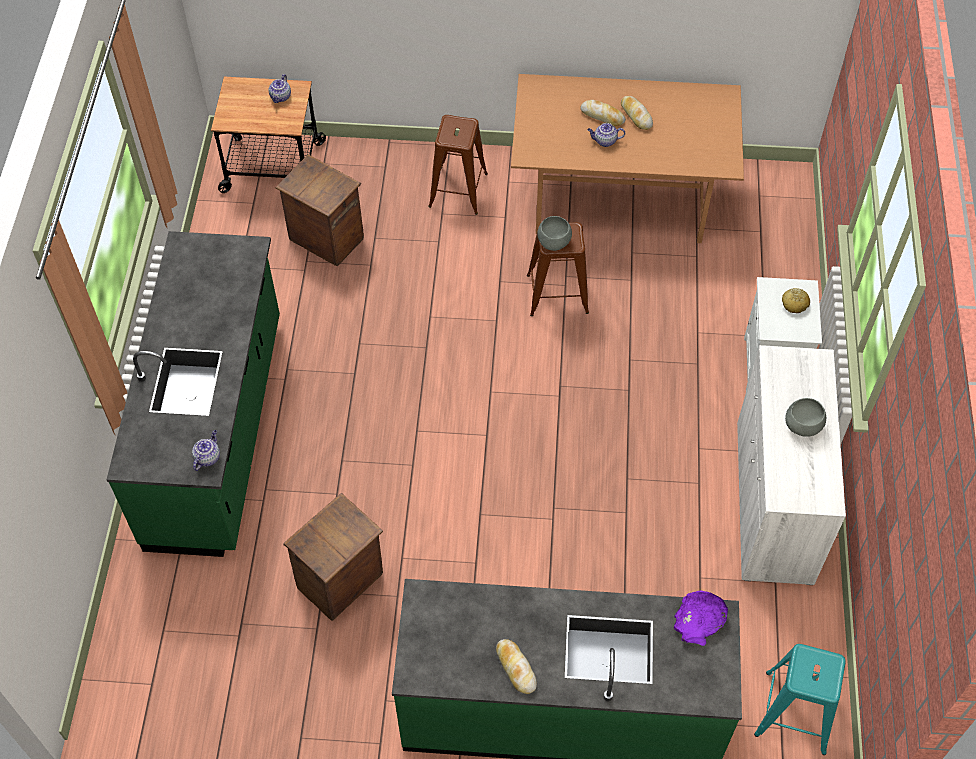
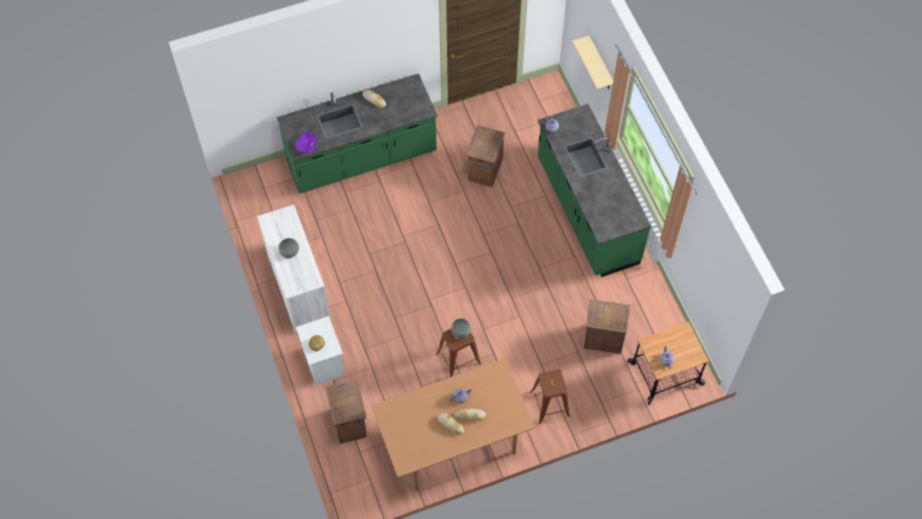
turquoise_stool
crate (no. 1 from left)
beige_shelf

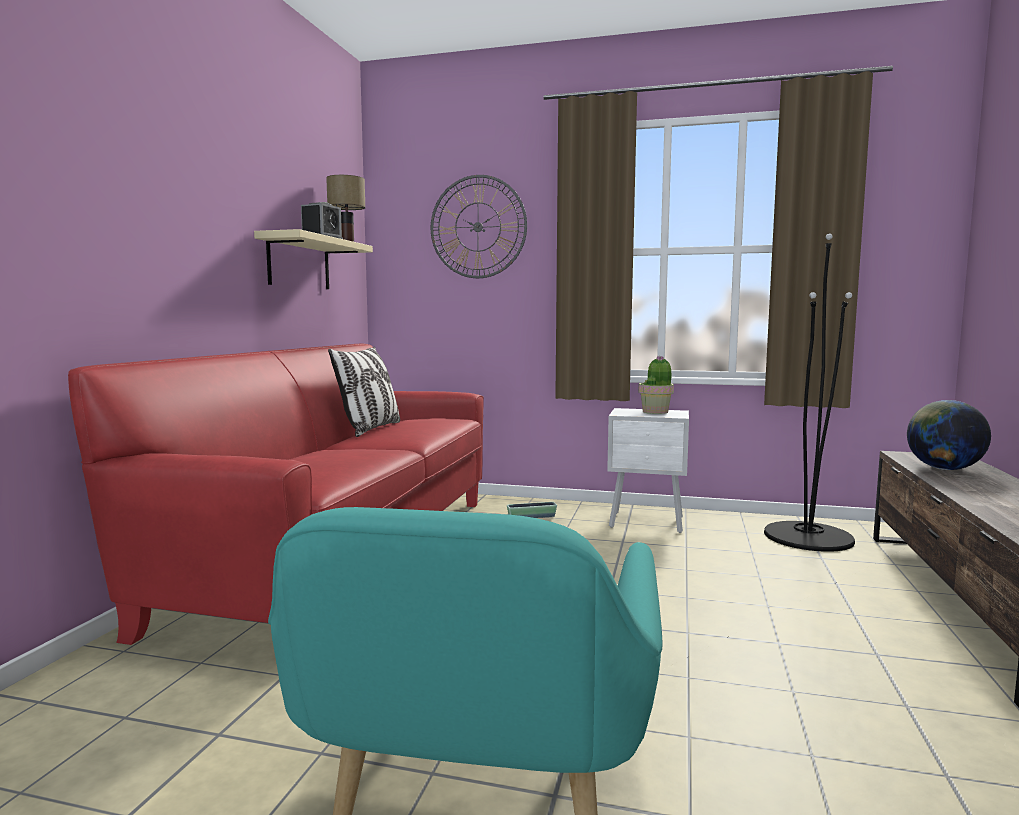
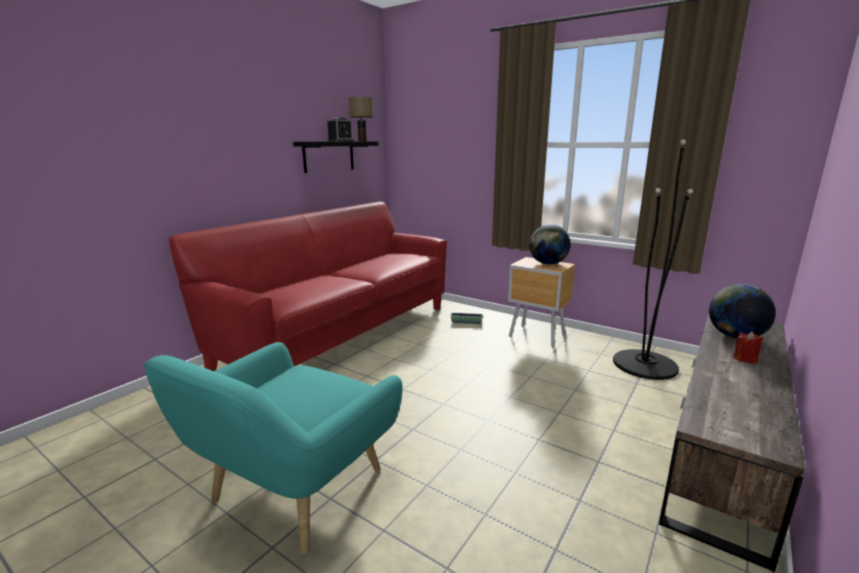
black_shelf
pillow
wall_clock
brown_nightstand
globe (no. 1 from left)
red_candle

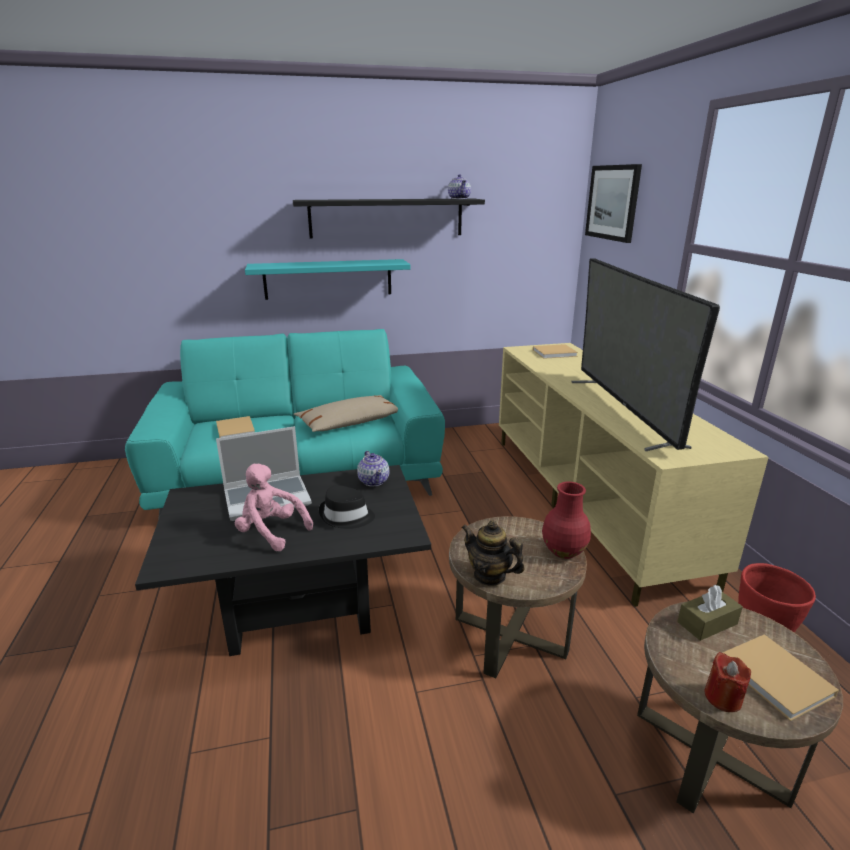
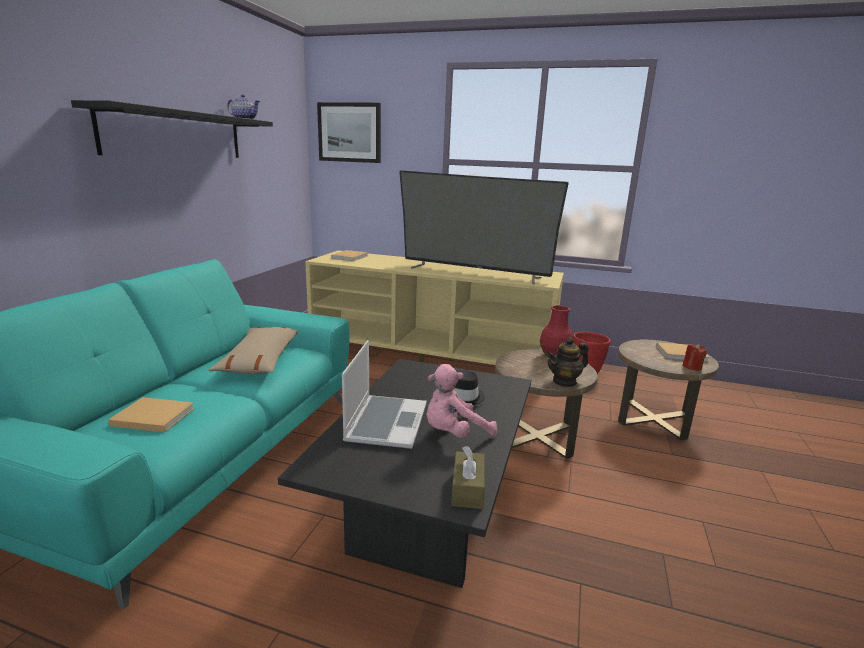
turquoise_shelf
teapot (no. 1 from left in the first image)
brown_tissue_box

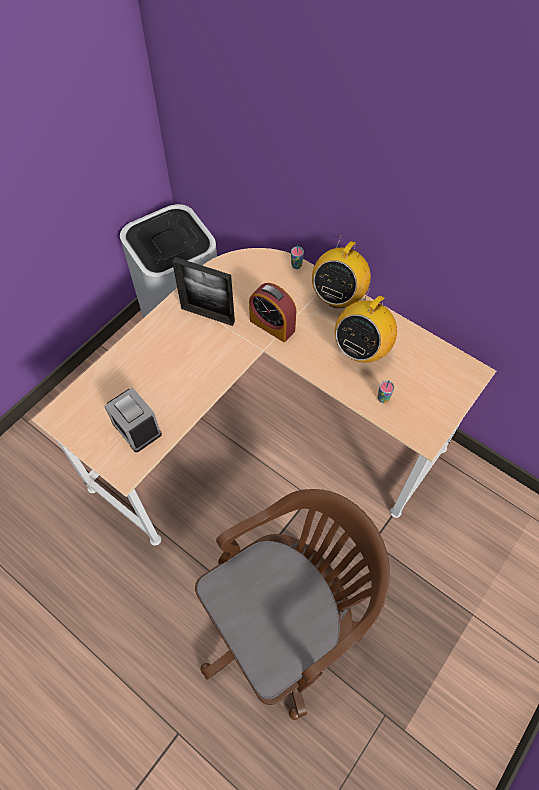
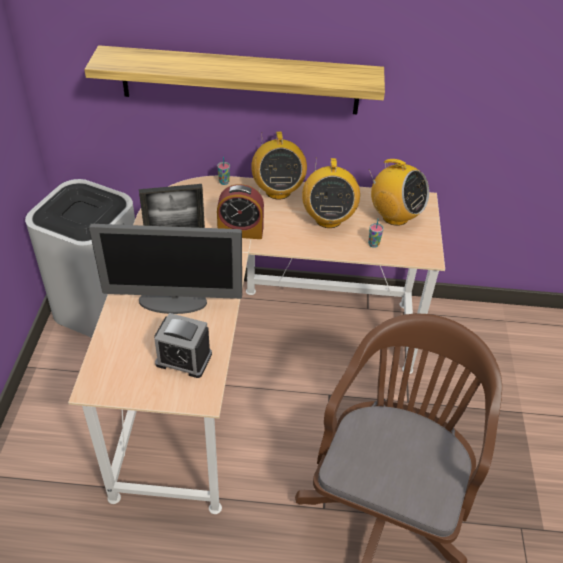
shelf
monitor
radio (no. 3 from left)

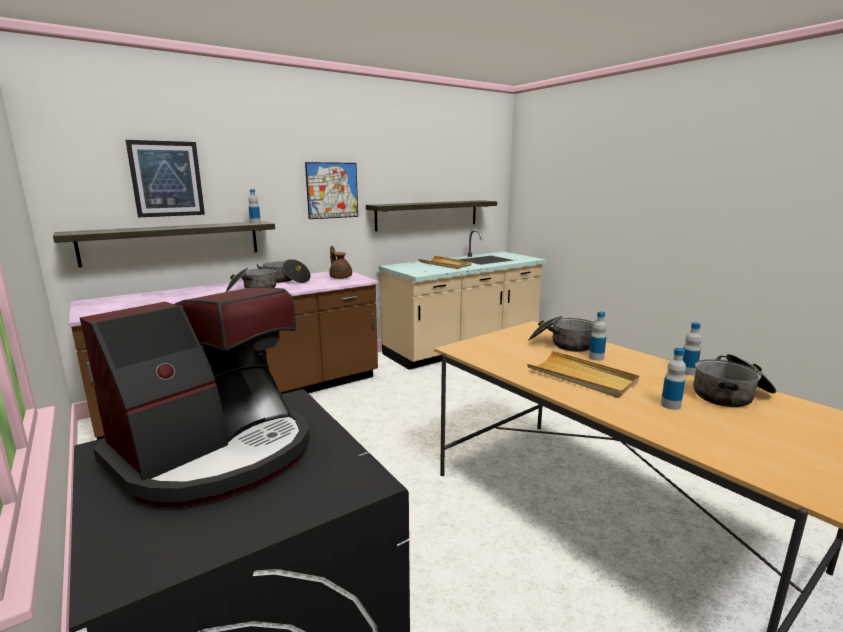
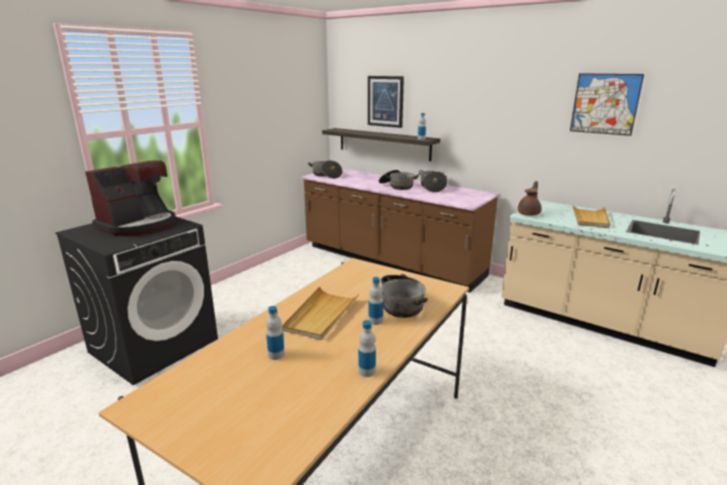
coffee_machine
picture (no. 2 from left)
brown_teapot
shelf (no. 2 from left in the first image)
cooking_pot (no. 1 from left)

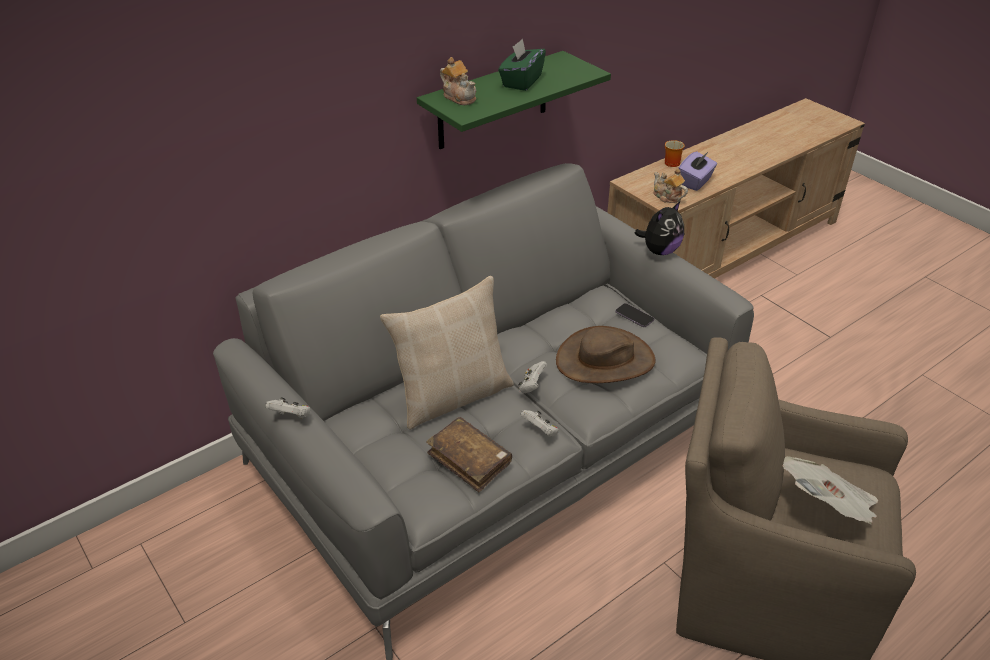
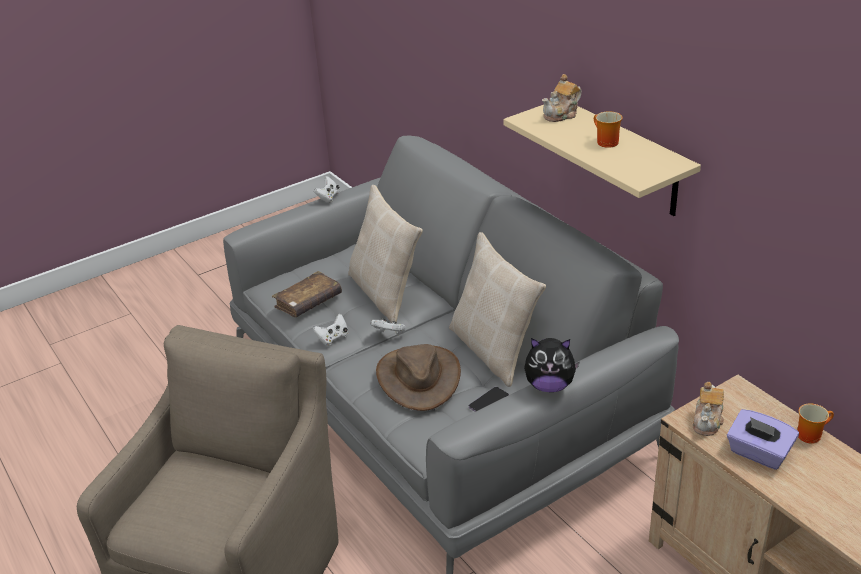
beige_shelf
mug (no. 1 from left)
plush_toy
teapot (no. 2 from left)
newspaper
beige_pillow (no. 2 from left)

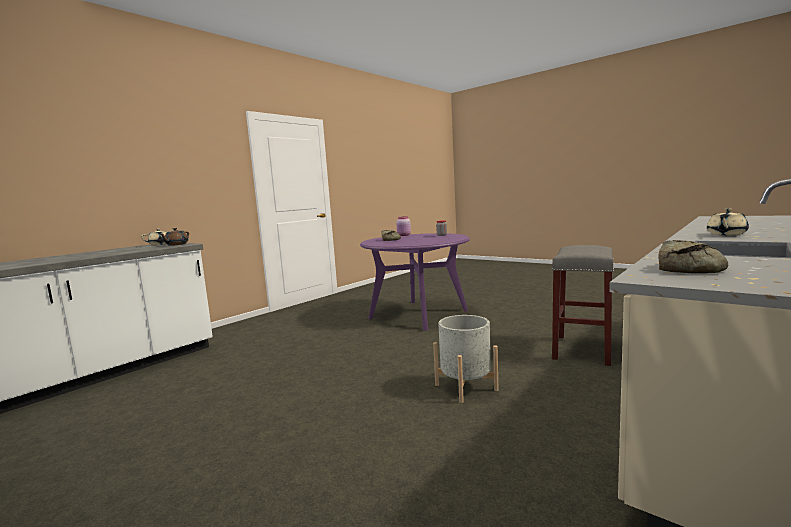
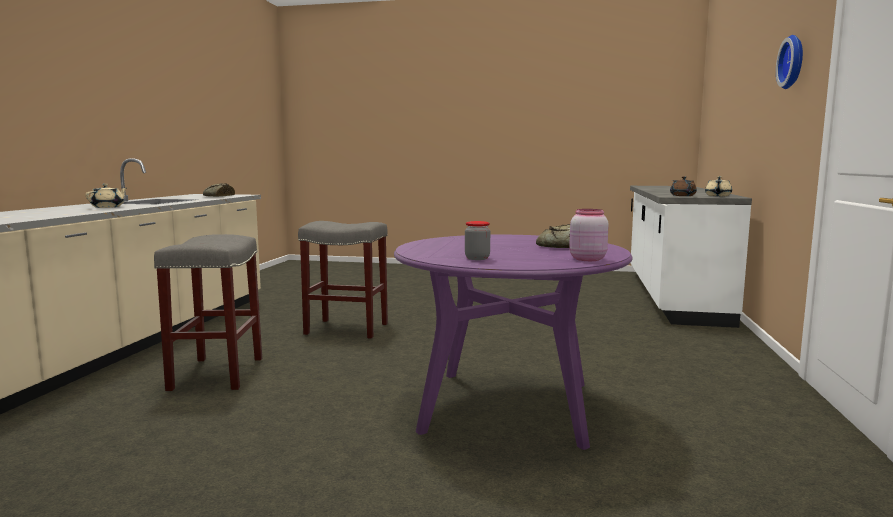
grey_stool (no. 2 from left)
wall_clock

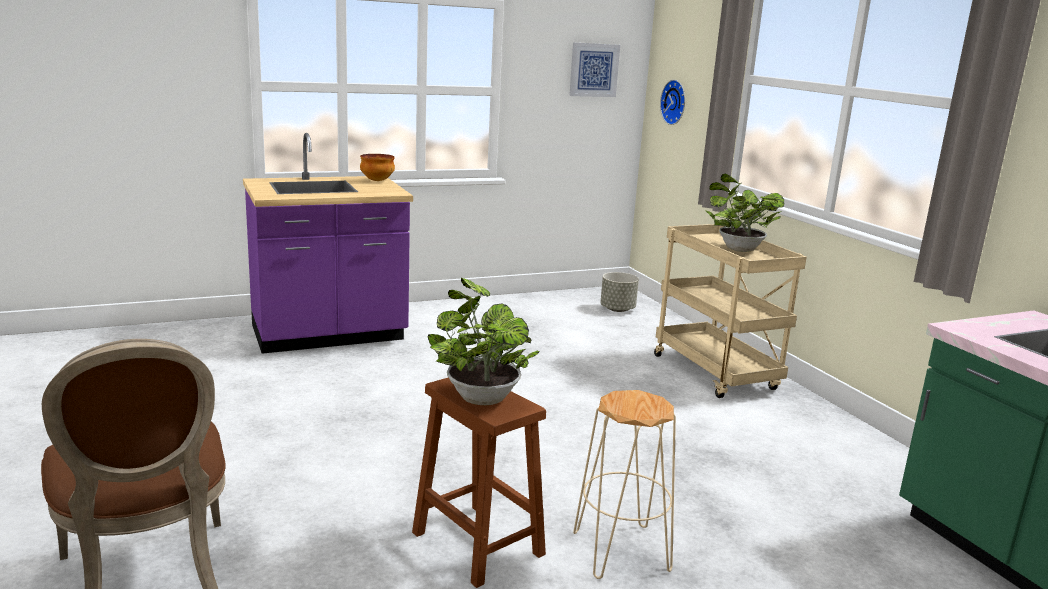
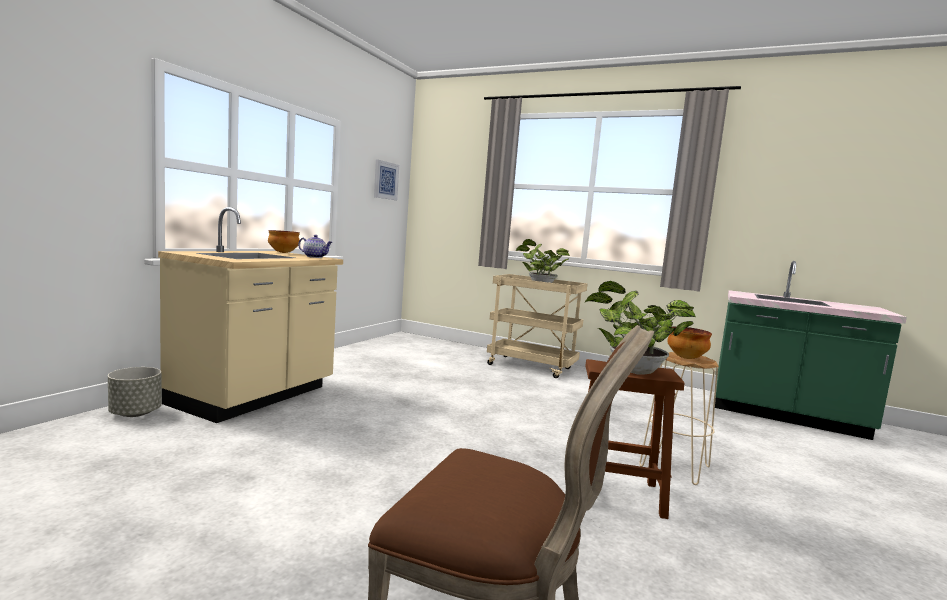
beige_counter
grey_planter
wall_clock
teapot
bowl (no. 2 from left)

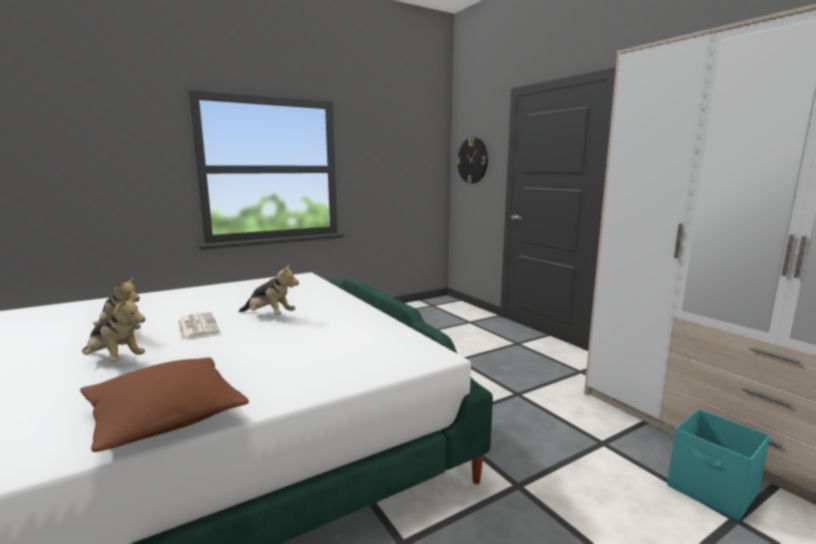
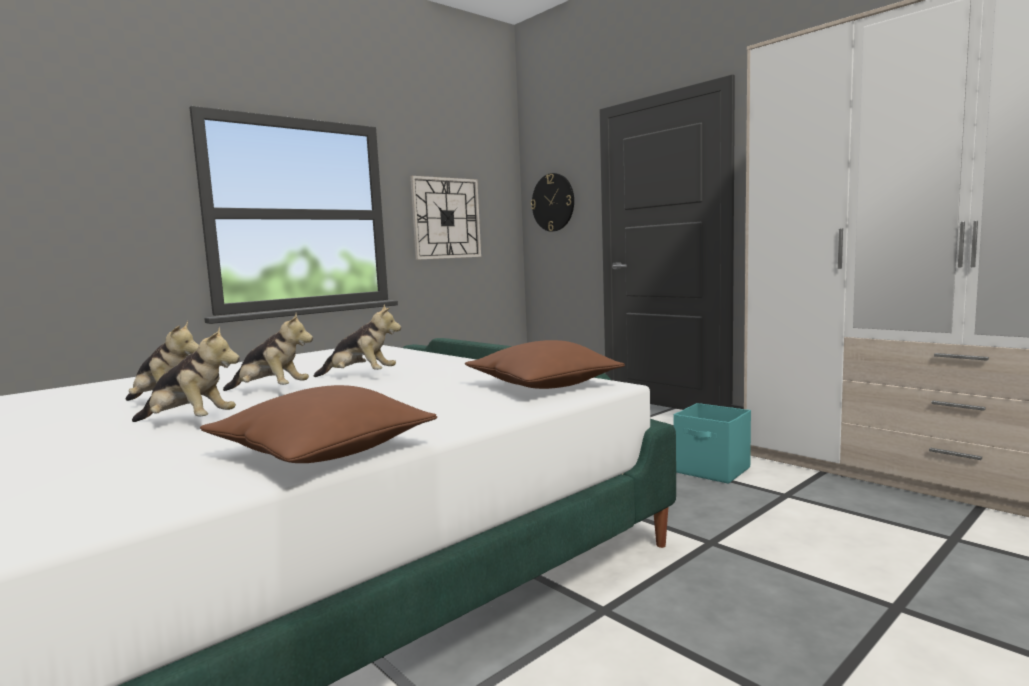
plush_toy (no. 3 from left)
turquoise_storage_box
wall_clock (no. 1 from left)
brown_pillow (no. 2 from left)

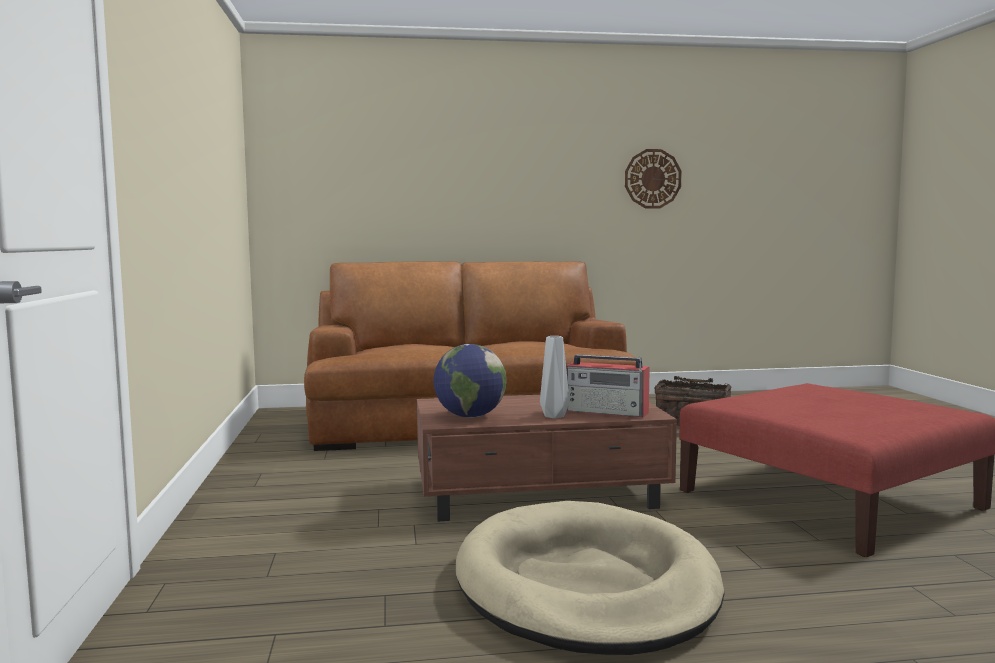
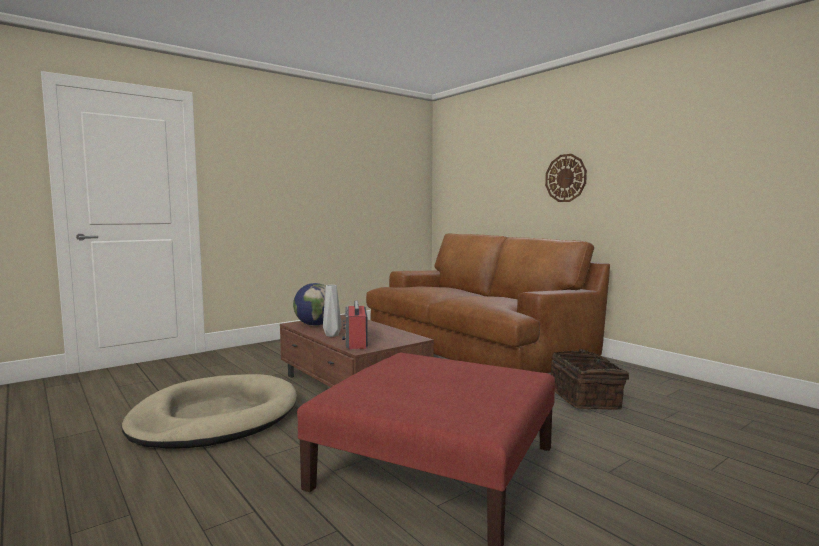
wall_clock

